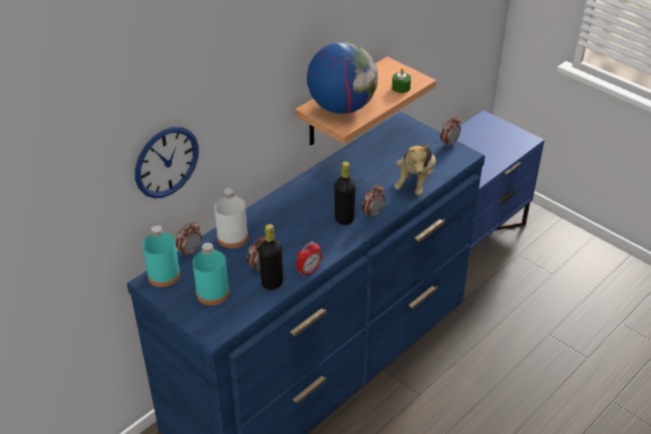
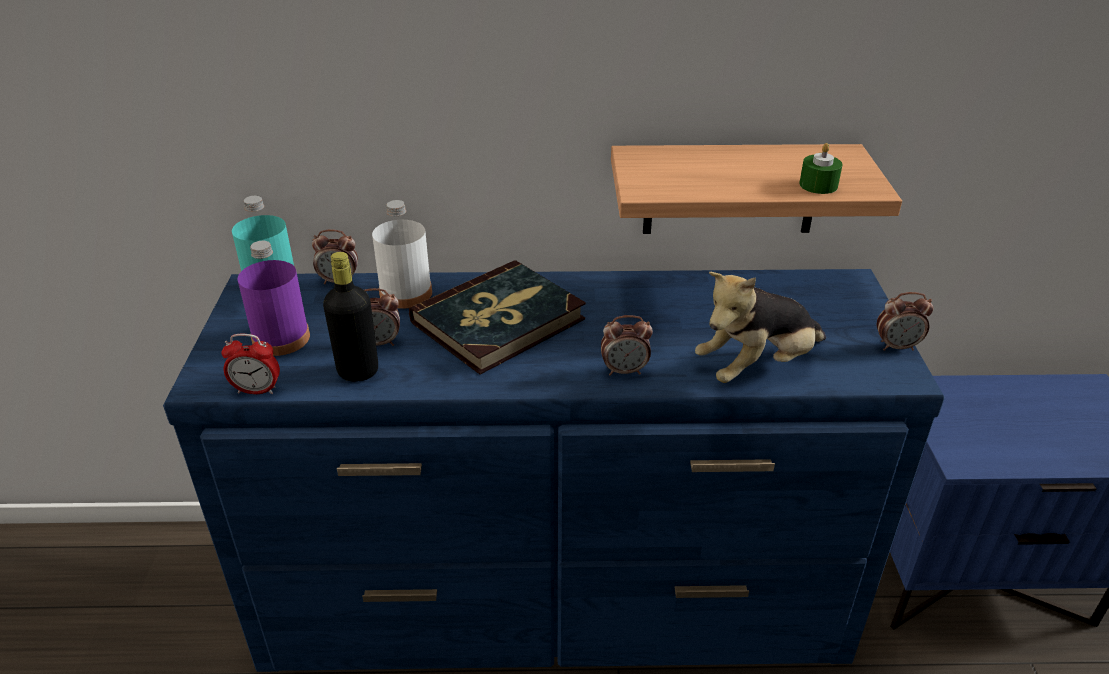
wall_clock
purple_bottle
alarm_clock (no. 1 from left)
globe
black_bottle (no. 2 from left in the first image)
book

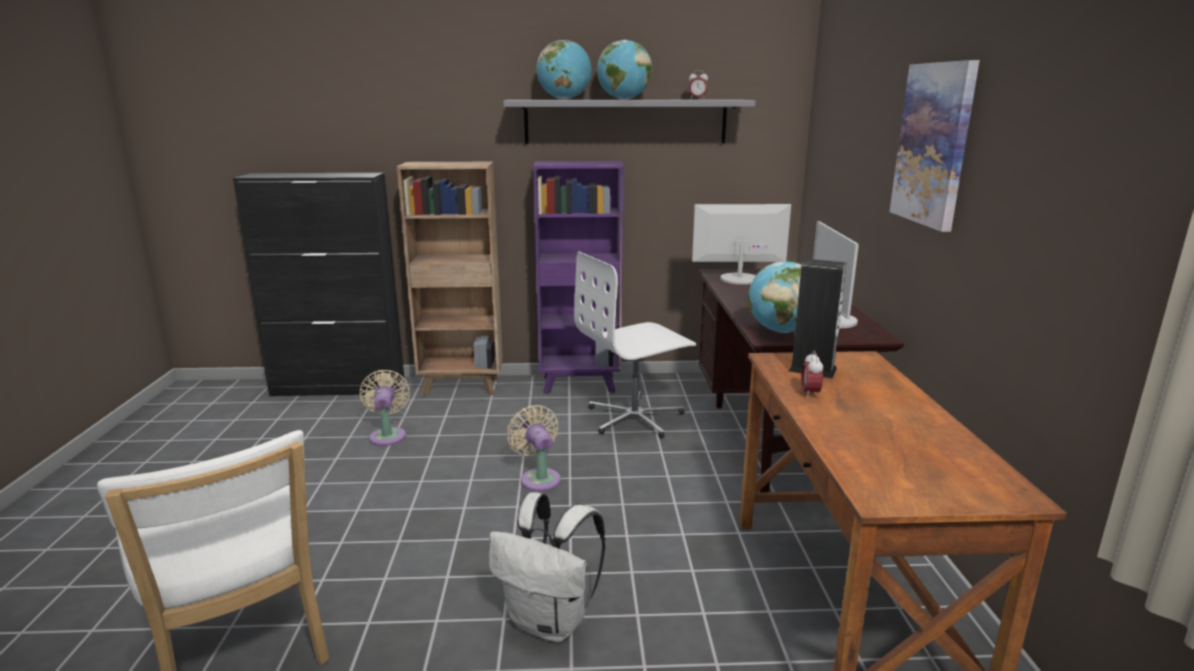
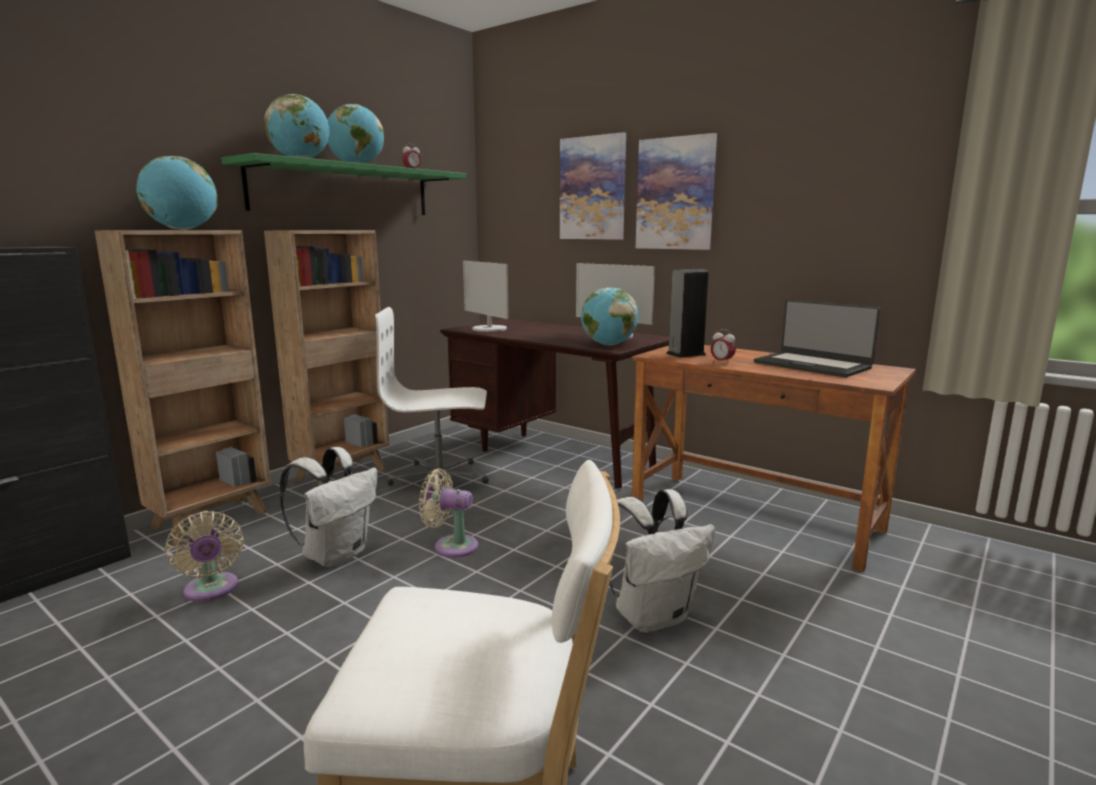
beige_fan (no. 1 from left)
green_shelf
brown_bookcase (no. 2 from left)
white_office_chair
monitor (no. 1 from left)
globe (no. 1 from left)
white_backpack (no. 1 from left)
picture (no. 1 from left)
laptop

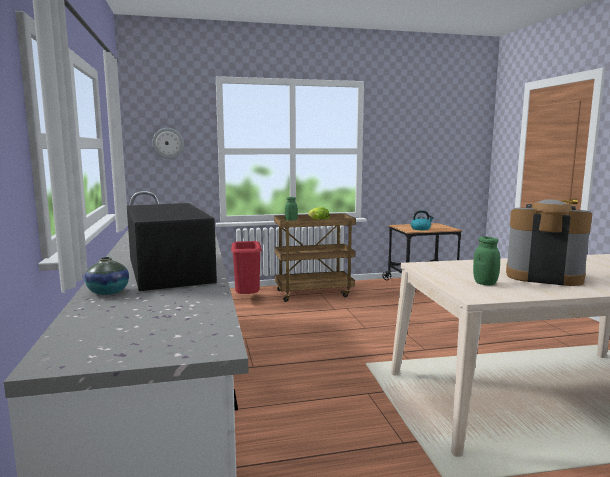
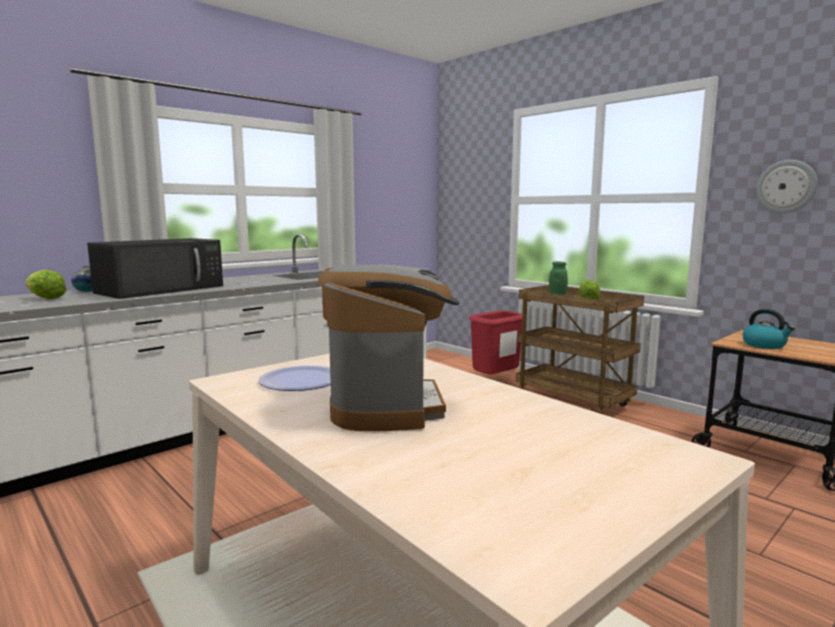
wall_clock
plate
lettuce (no. 1 from left)

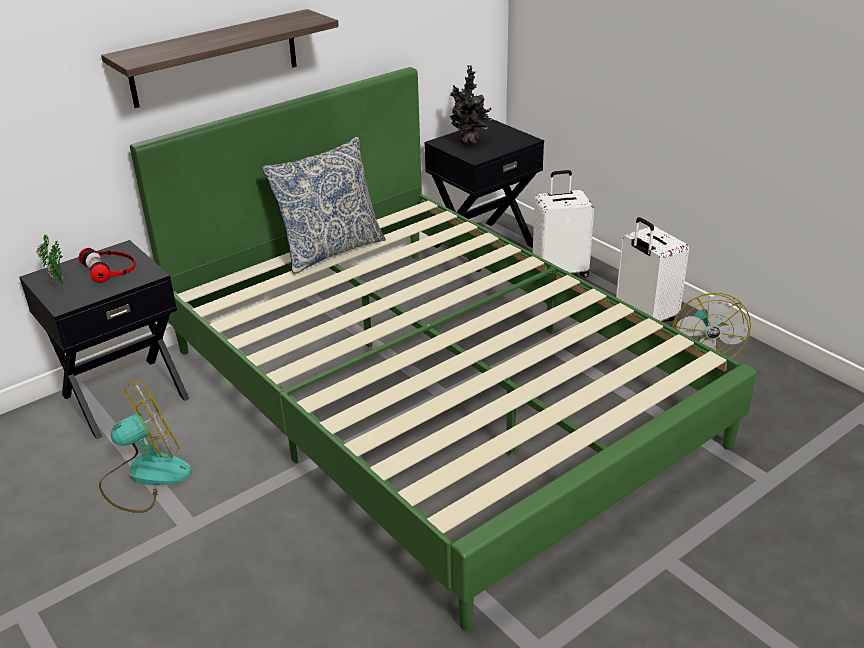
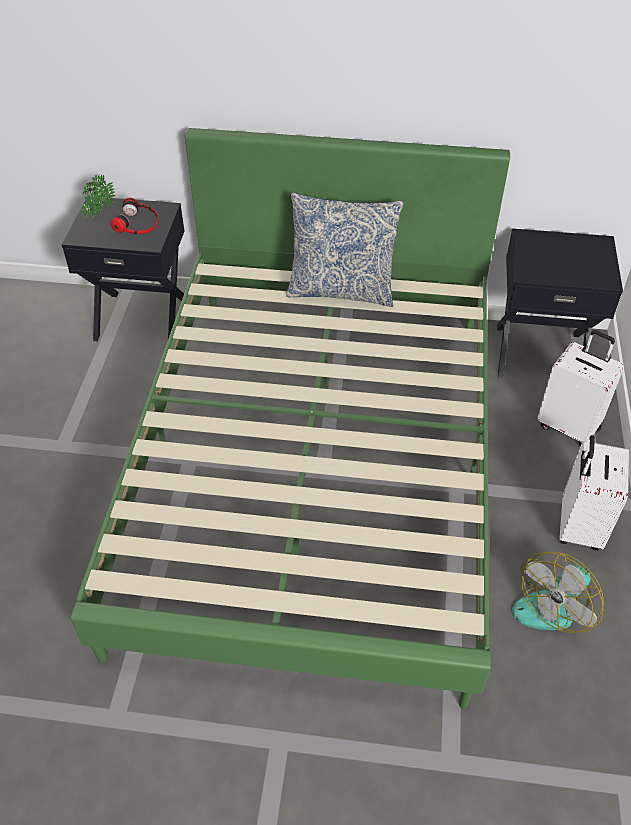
fan (no. 1 from left in the first image)
shelf
potted_plant (no. 2 from left in the first image)

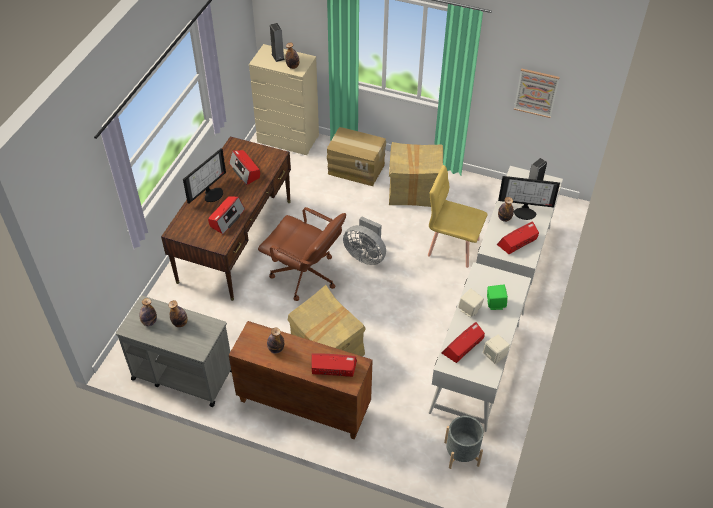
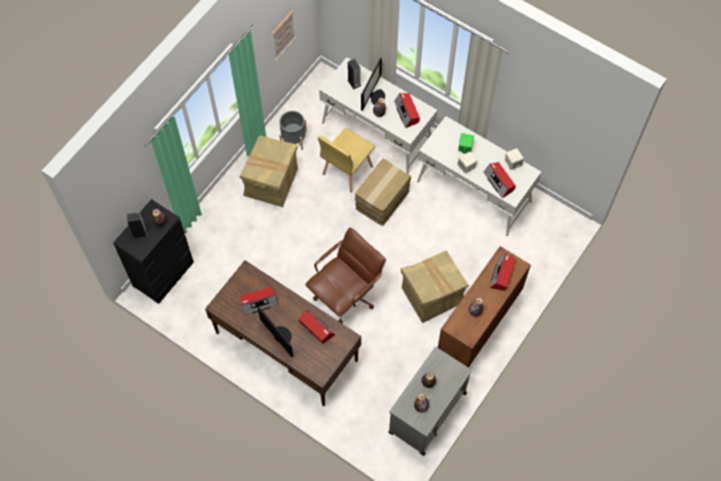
black_dresser
cardboard_box (no. 2 from left)
grey_fan
grey_planter

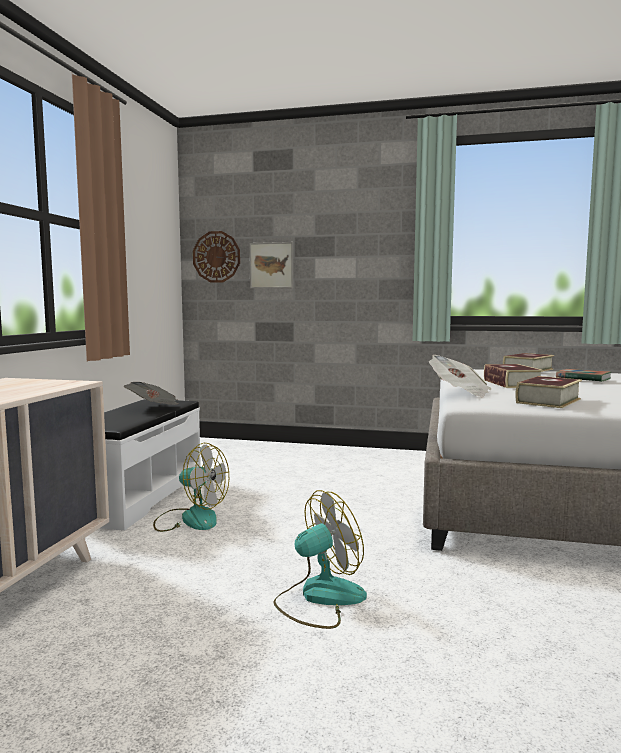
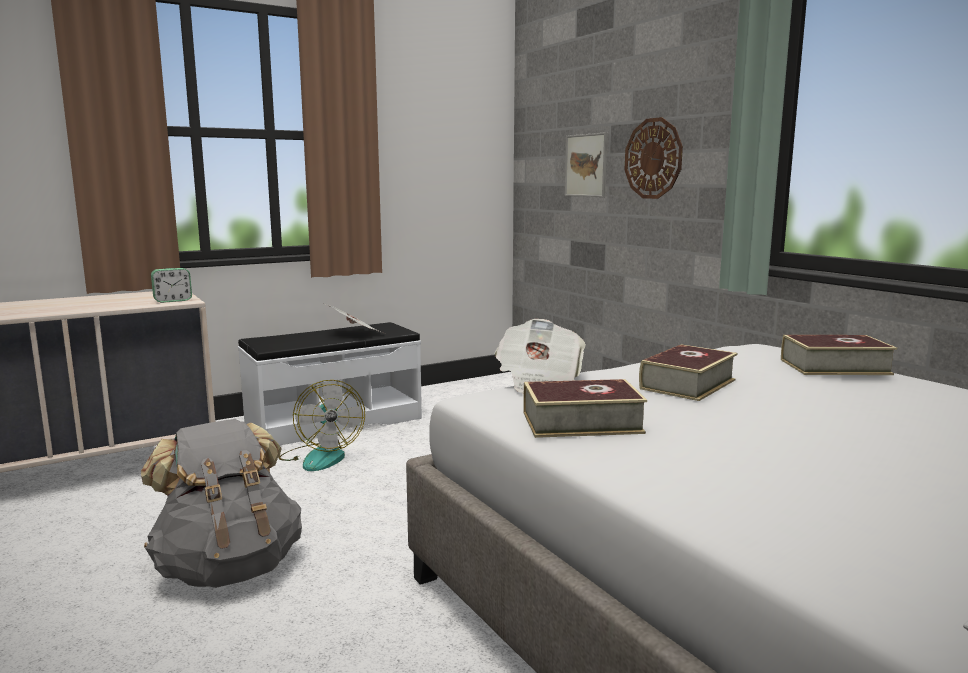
wall_clock
grey_backpack
book (no. 4 from left in the first image)
alarm_clock

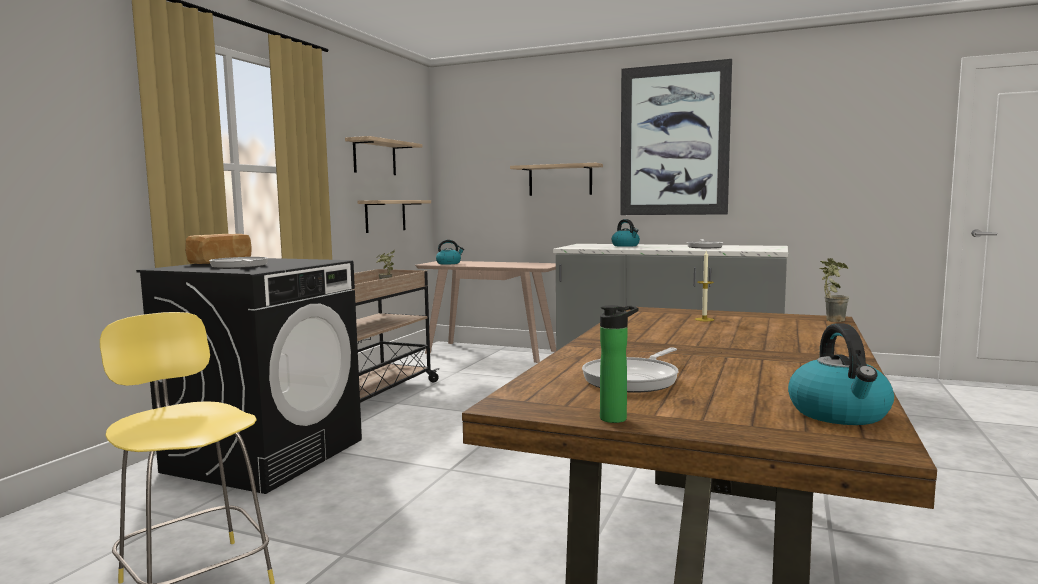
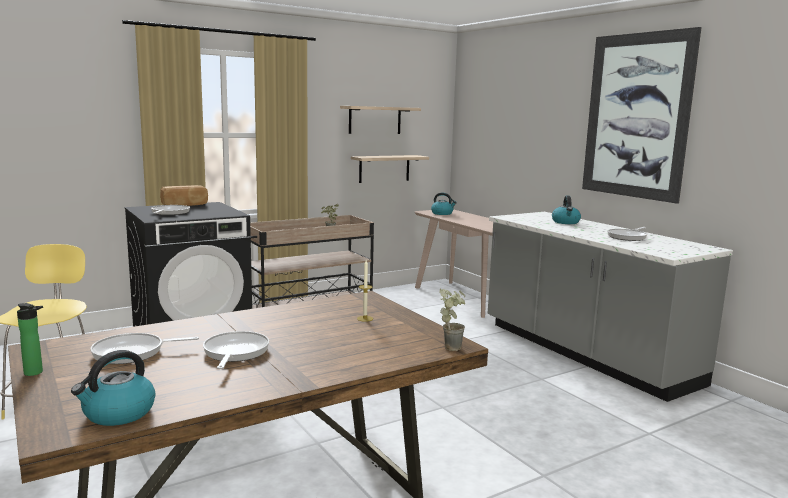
shelf (no. 3 from left in the first image)
frying_pan (no. 3 from left)

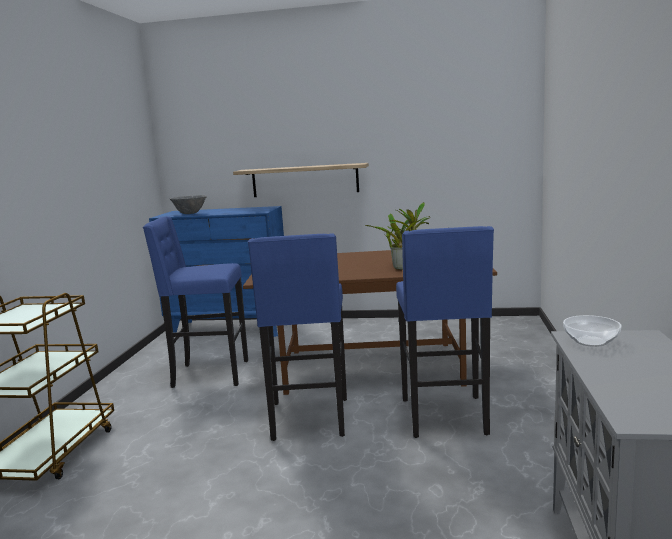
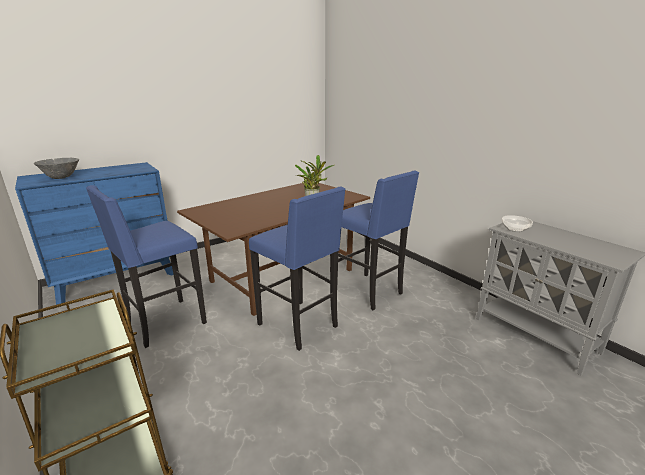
shelf

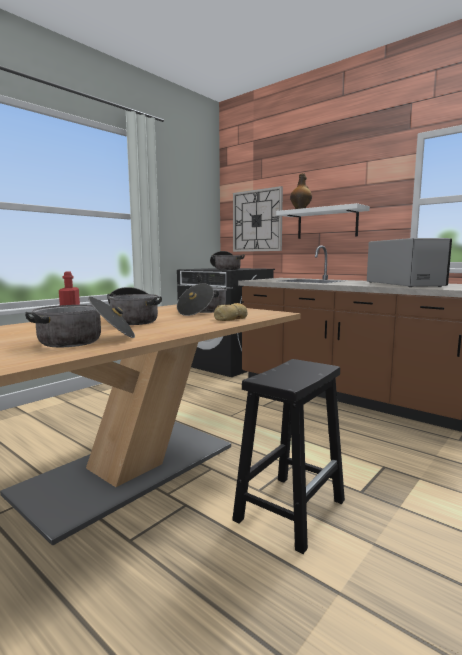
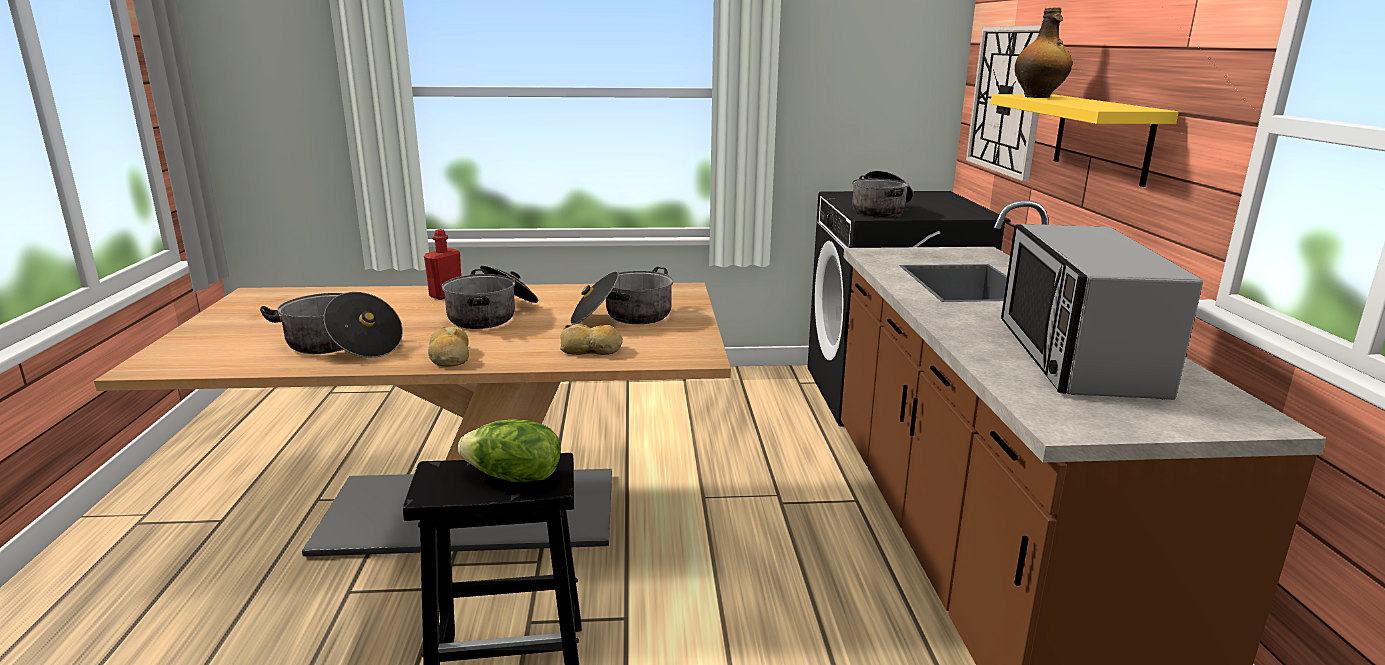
yellow_shelf
microwave
bread (no. 1 from left)
lettuce

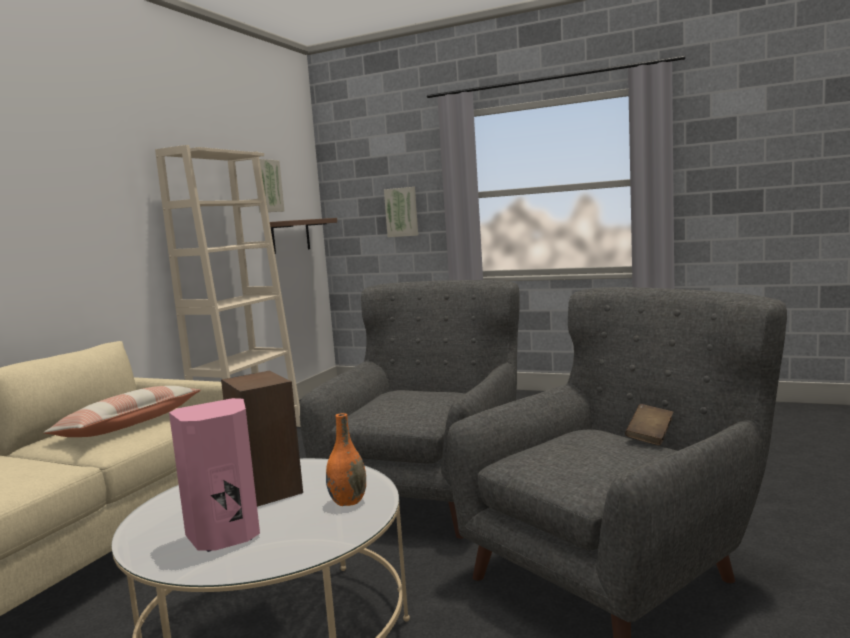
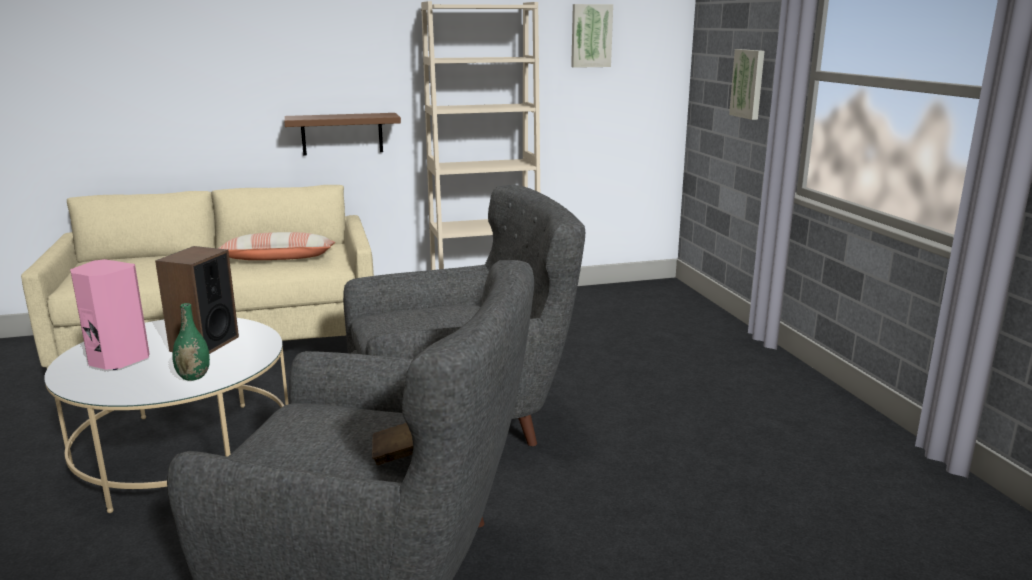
brown_shelf
green_vase

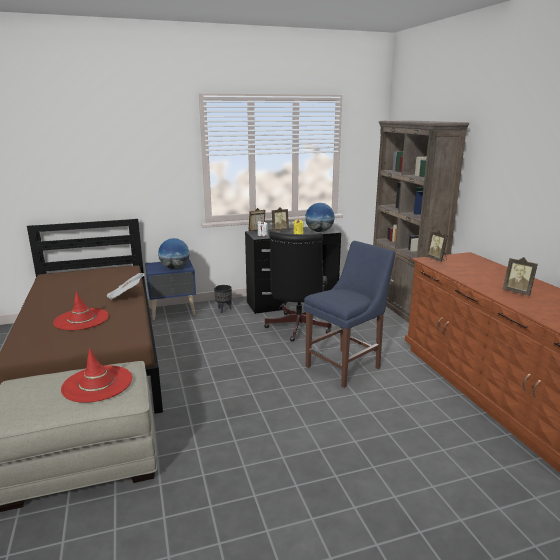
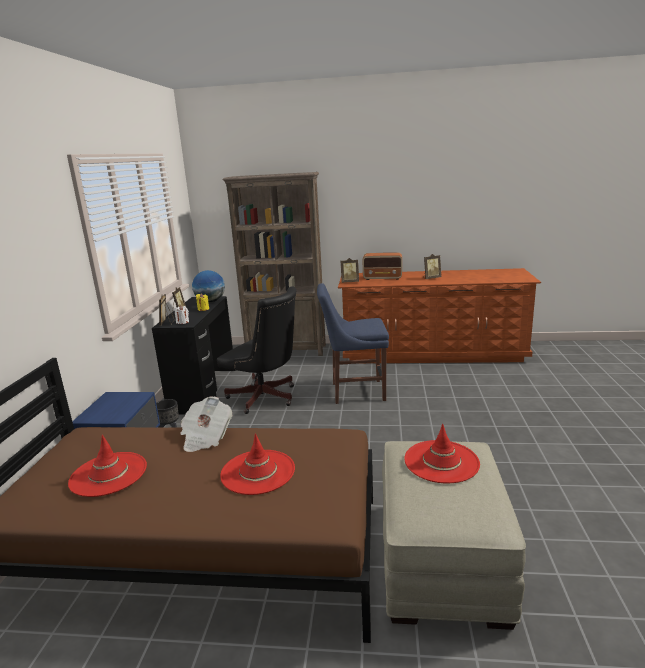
globe (no. 1 from left in the first image)
blue_chair
red_hat (no. 1 from left)
radio

